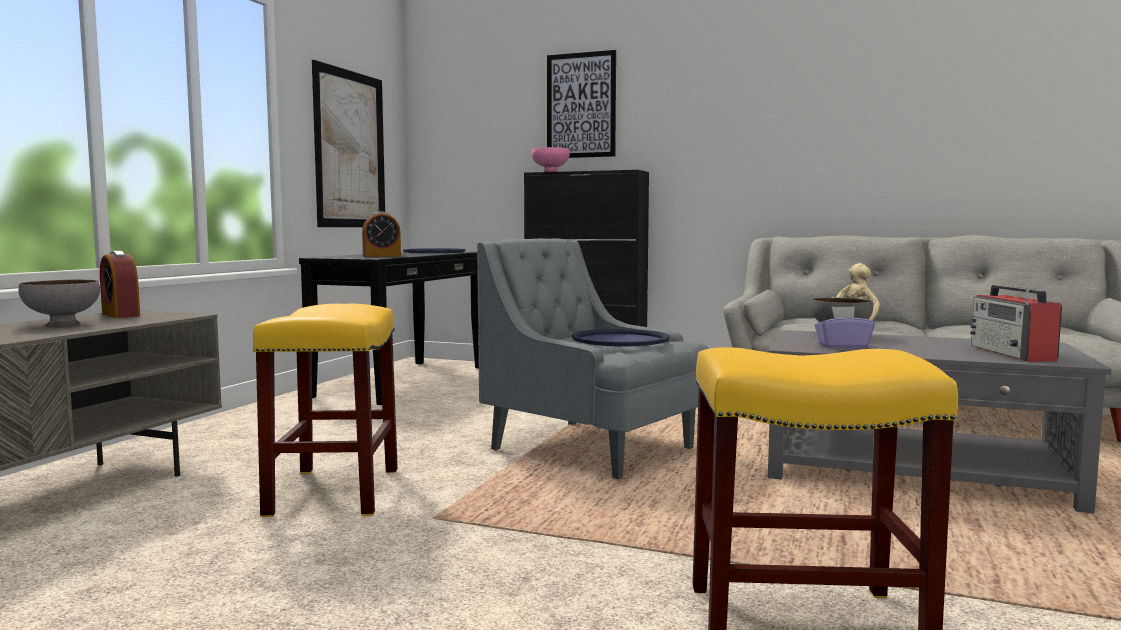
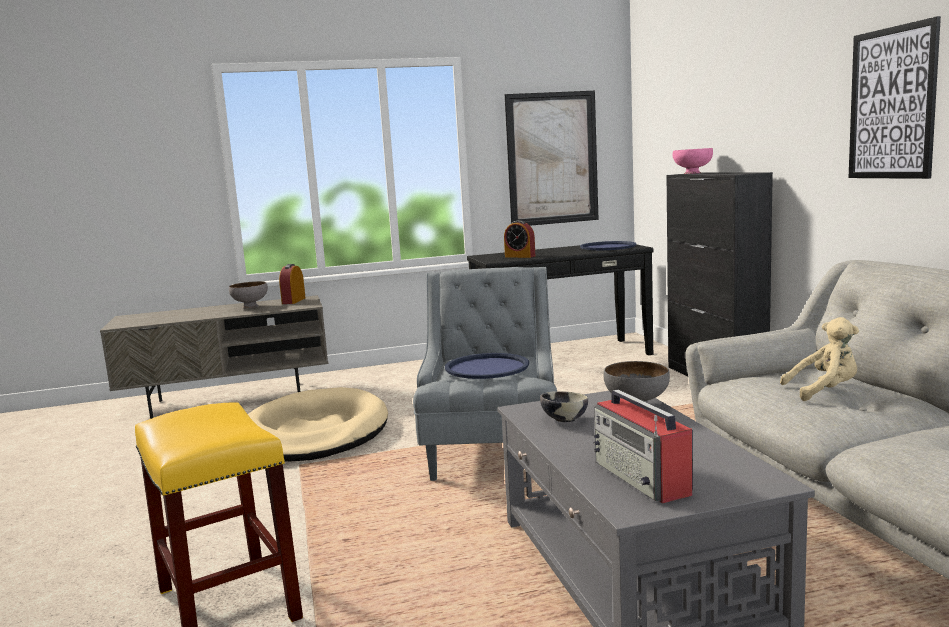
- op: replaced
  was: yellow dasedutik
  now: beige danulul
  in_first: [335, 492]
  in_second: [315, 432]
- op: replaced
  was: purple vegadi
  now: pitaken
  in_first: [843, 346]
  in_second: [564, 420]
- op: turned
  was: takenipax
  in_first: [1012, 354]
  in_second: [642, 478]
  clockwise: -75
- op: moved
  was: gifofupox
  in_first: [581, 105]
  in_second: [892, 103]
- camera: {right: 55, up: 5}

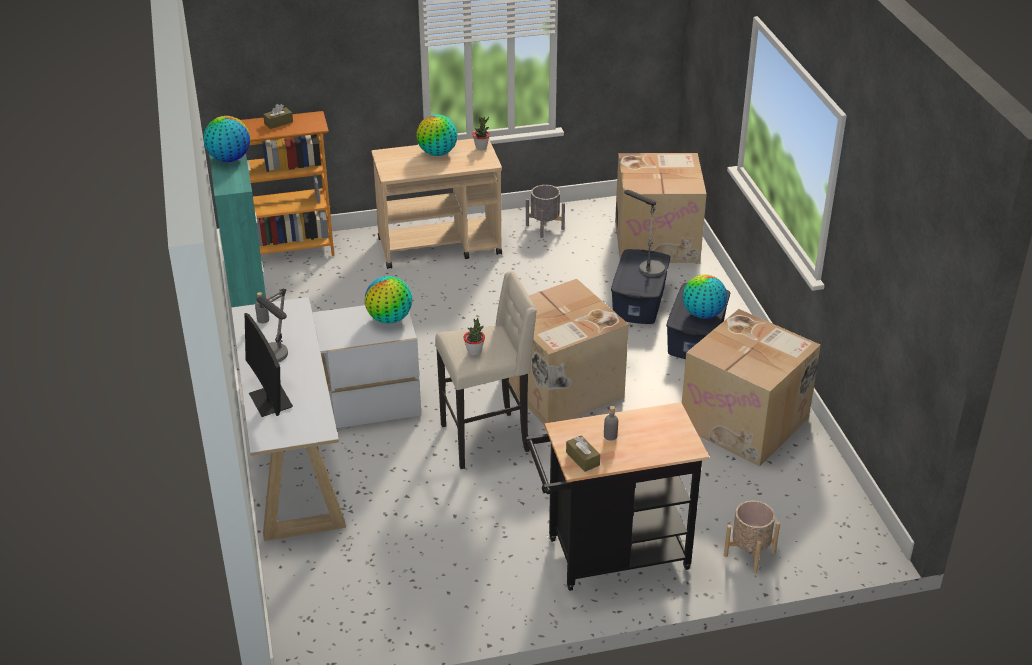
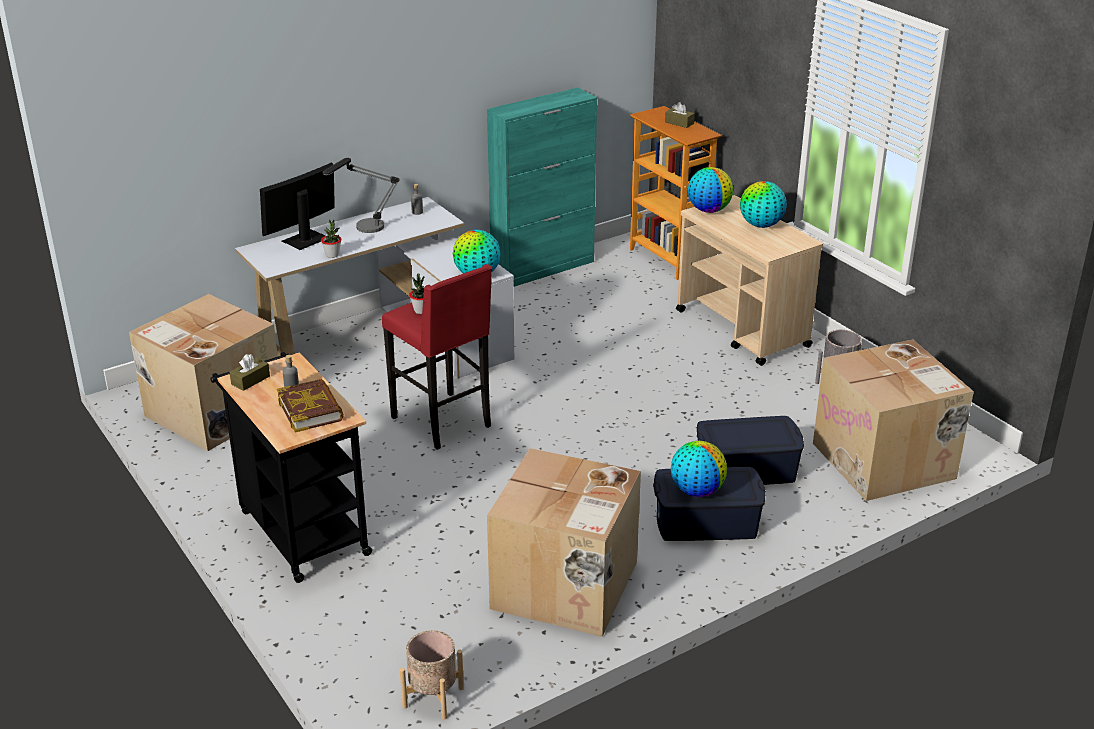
- op: moved
  was: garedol
  in_first: [561, 389]
  in_second: [212, 412]
- op: added
  now: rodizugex
  in_second: [311, 410]
- op: moved
  was: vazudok
  in_first: [481, 147]
  in_second: [332, 255]
- op: recoloured
  was: beige dasedutik
  now: red dasedutik
  in_first: [487, 439]
  in_second: [444, 422]
- op: moved
  was: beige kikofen
  in_first: [749, 554]
  in_second: [433, 697]
- op: moved
  was: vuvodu
  in_first: [229, 159]
  in_second: [709, 210]
- op: removed
  was: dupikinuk
  in_first: [646, 266]
- camera: {right: 70, up: -5}

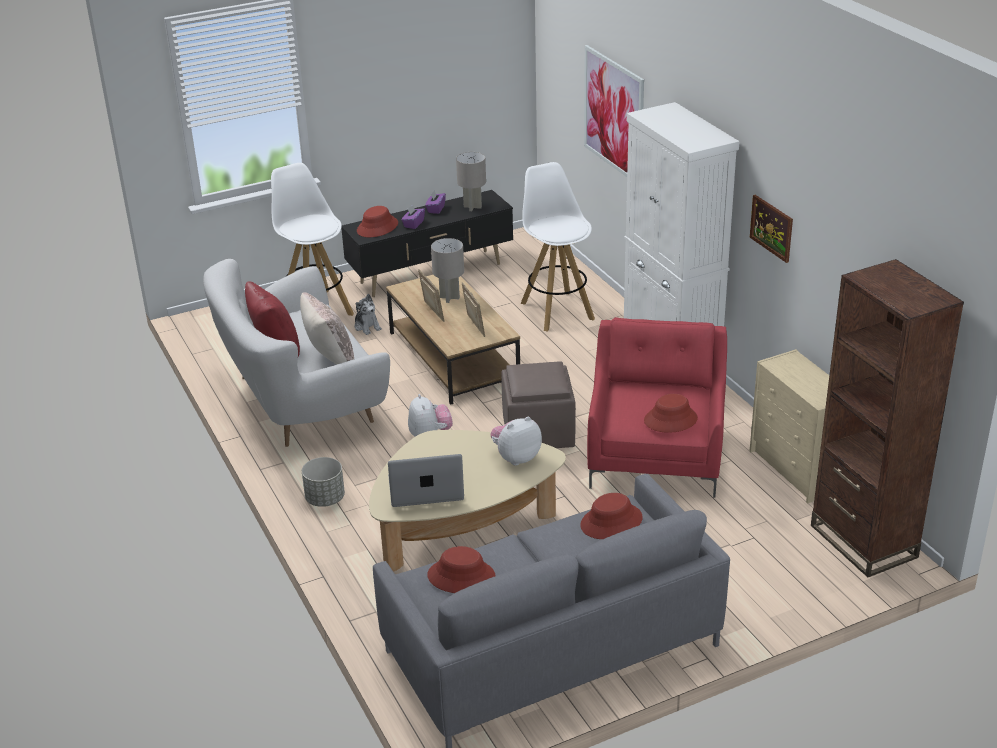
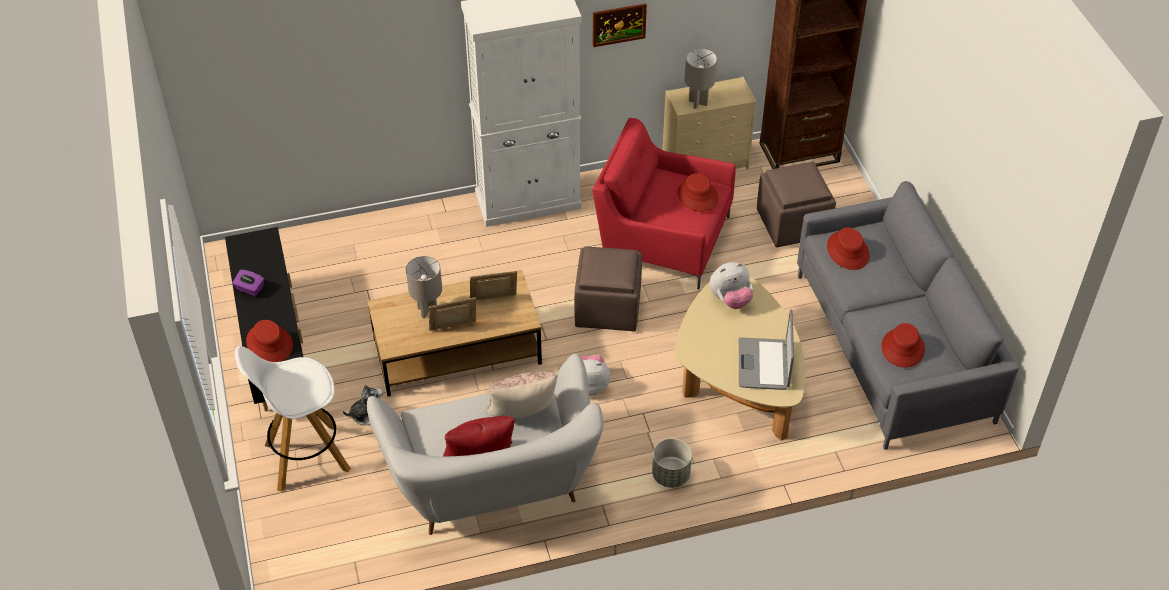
- op: moved
  was: grey dupikinuk
  in_first: [472, 207]
  in_second: [698, 102]
- op: turned
  was: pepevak
  in_first: [516, 457]
  in_second: [730, 299]
  clockwise: -90
- op: added
  now: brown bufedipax
  in_second: [791, 223]
- op: removed
  was: purple vegadi
  in_first: [413, 224]
- op: removed
  was: white dasedutik
  in_first: [556, 310]
- op: removed
  was: gifofupox
  in_first: [613, 114]
- camera: {right: -80, up: 15}

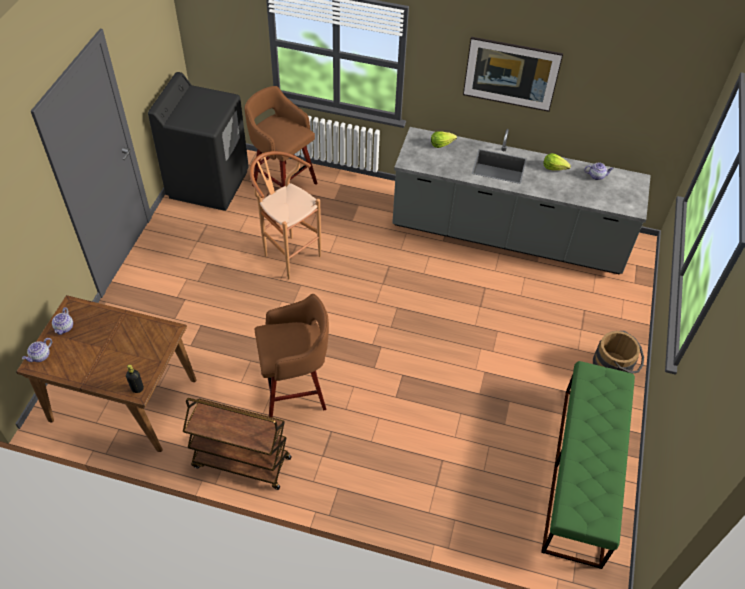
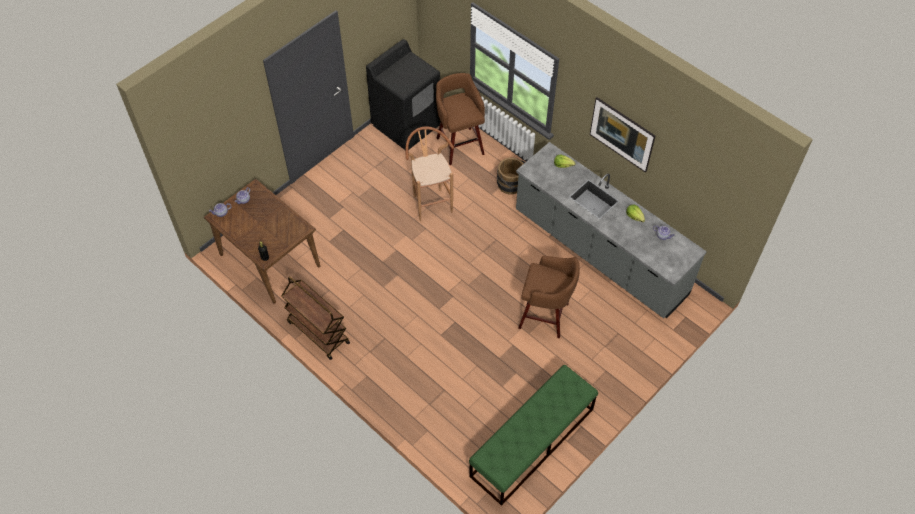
- op: moved
  was: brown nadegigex
  in_first: [614, 369]
  in_second: [512, 186]
- op: moved
  was: brown dasedutik
  in_first: [296, 390]
  in_second: [545, 316]
- camera: {right: 30, up: 5}

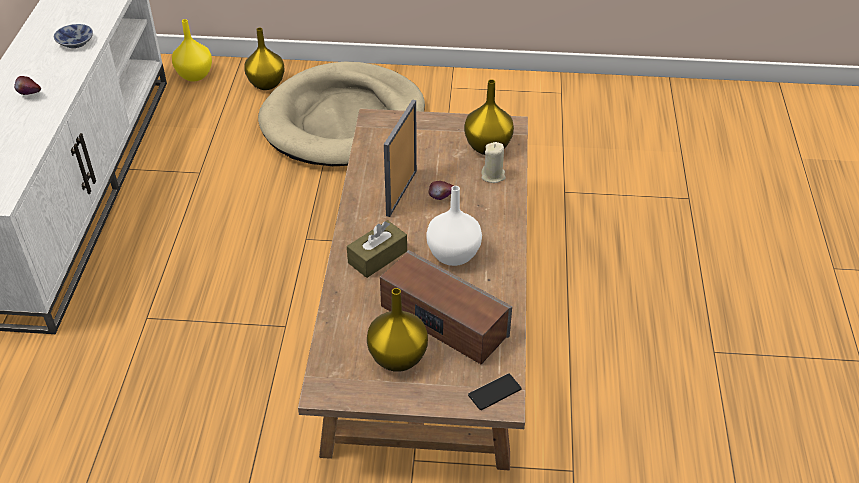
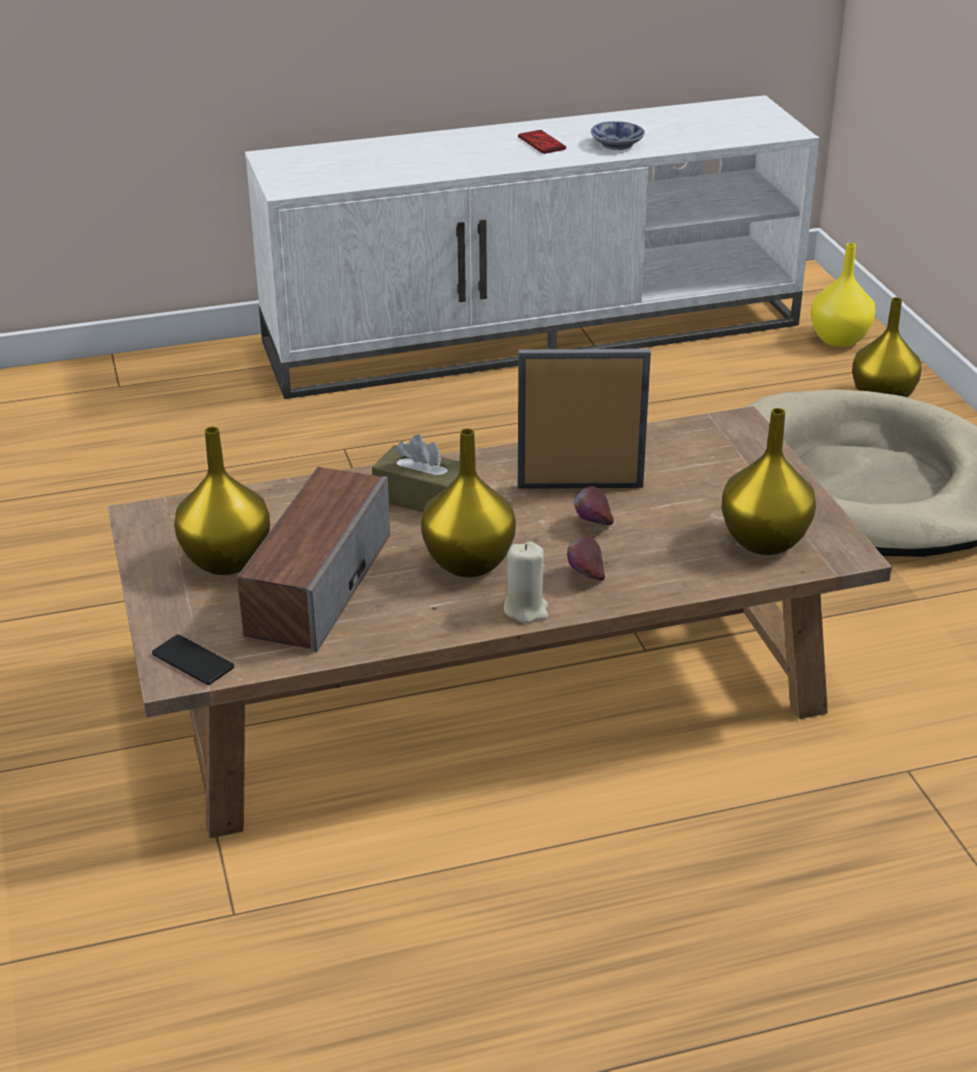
- op: recoloured
  was: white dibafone
  now: yellow dibafone
  in_first: [452, 255]
  in_second: [469, 561]
- op: moved
  was: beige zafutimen
  in_first: [493, 176]
  in_second: [526, 609]
- op: added
  now: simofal
  in_second: [541, 143]
- op: moved
  was: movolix
  in_first: [30, 95]
  in_second: [585, 576]
- camera: {right: 70, up: -10}

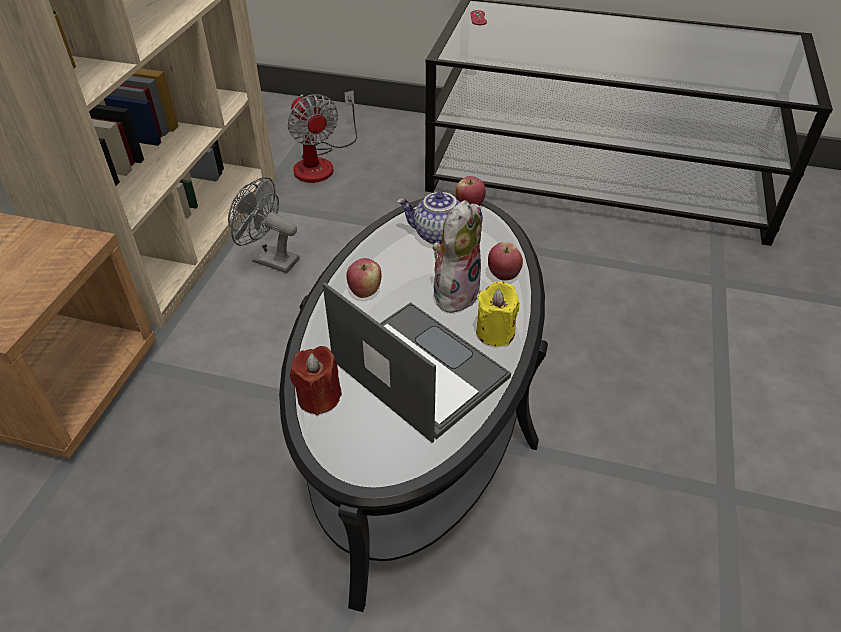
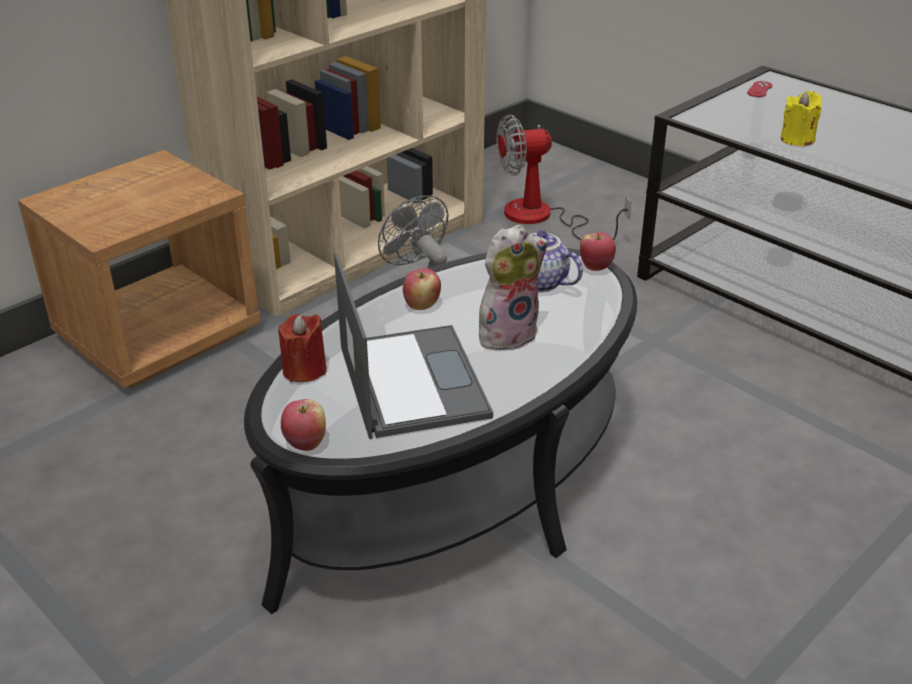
- op: moved
  was: movolix
  in_first: [503, 275]
  in_second: [305, 443]
- op: turned
  was: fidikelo
  in_first: [321, 163]
  in_second: [542, 218]
  clockwise: 75
- op: moved
  was: yellow zafutimen
  in_first: [495, 332]
  in_second: [797, 139]
- camera: {right: 30, up: -10}

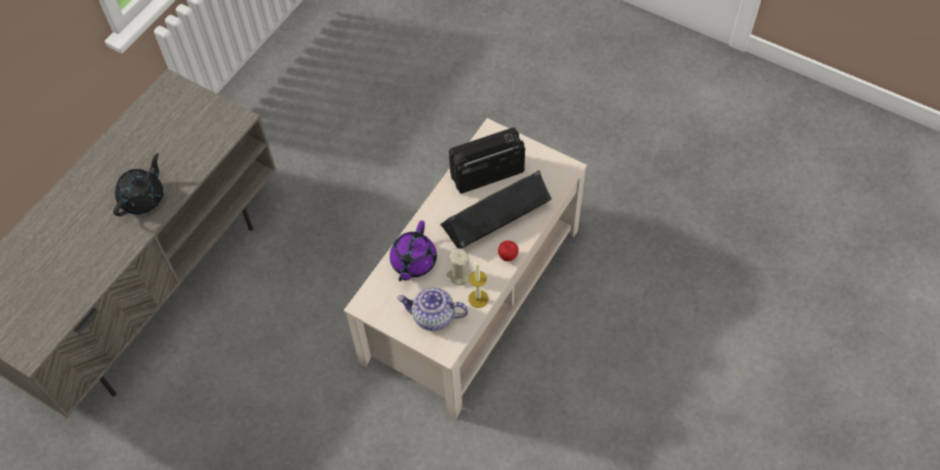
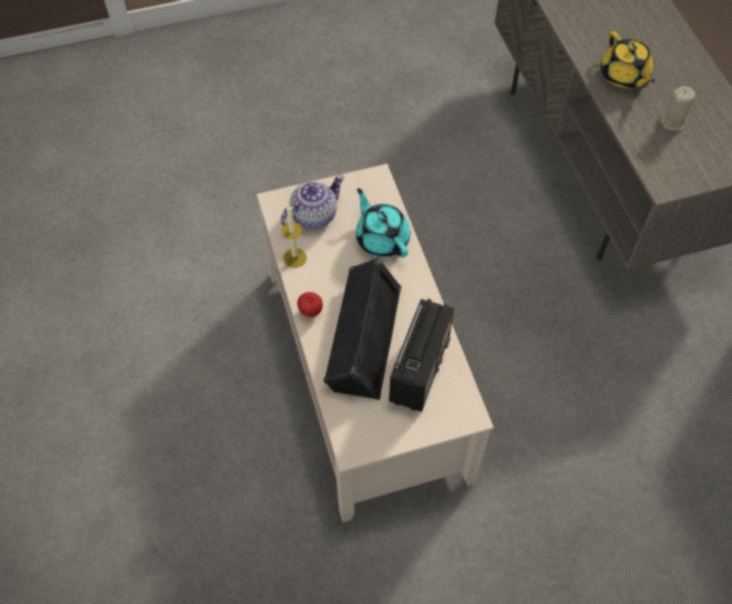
- op: recoloured
  was: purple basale
  now: turquoise basale
  in_first: [413, 262]
  in_second: [382, 238]
- op: recoloured
  was: black basale
  now: yellow basale
  in_first: [143, 198]
  in_second: [624, 76]
- op: moved
  was: beige zafutimen
  in_first: [459, 275]
  in_second: [673, 121]
- camera: {right: 130, up: 0}

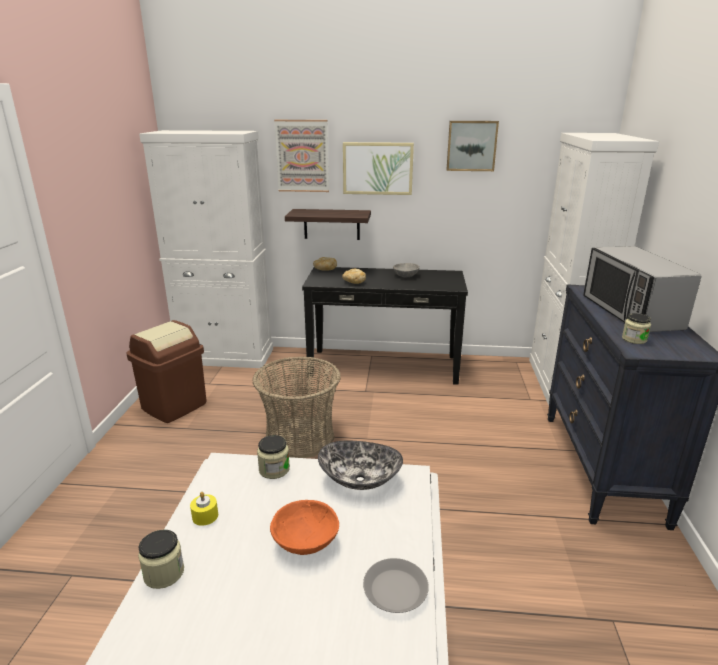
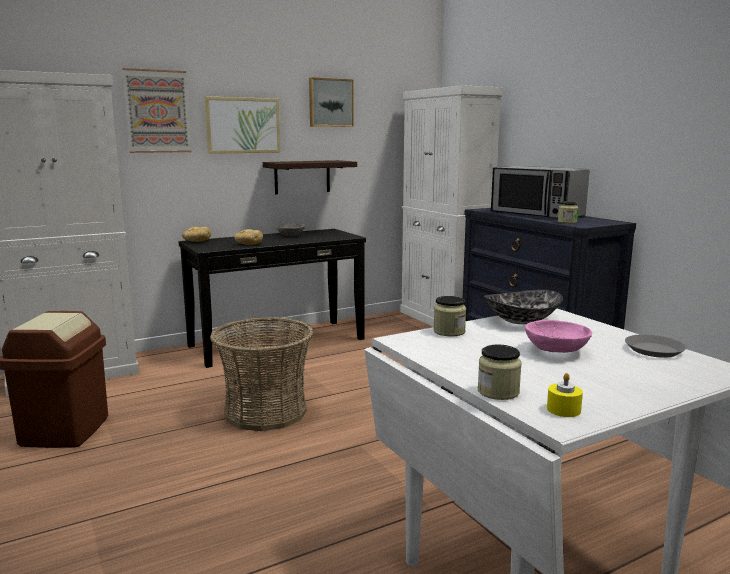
- op: moved
  was: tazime
  in_first: [331, 224]
  in_second: [302, 177]
- op: recoloured
  was: orange pitaken
  now: pink pitaken
  in_first: [304, 542]
  in_second: [556, 351]
- op: moved
  was: yellow zafutimen
  in_first: [205, 516]
  in_second: [563, 409]
- camera: {right: -35, up: -10}

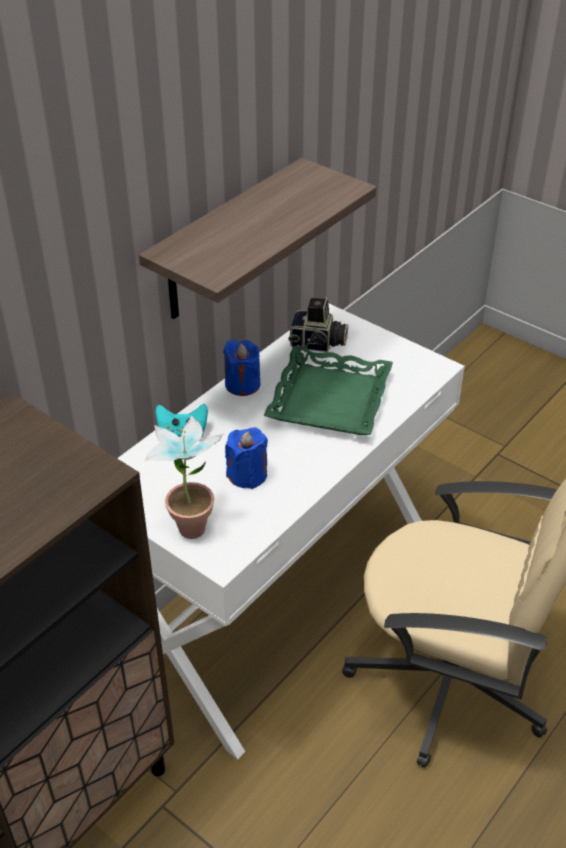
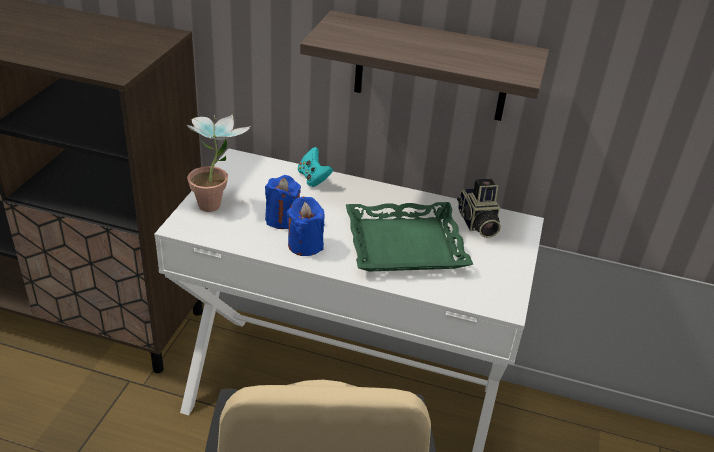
- op: moved
  was: blue zafutimen
  in_first: [242, 384]
  in_second: [305, 245]
- camera: {right: 65, up: -5}

